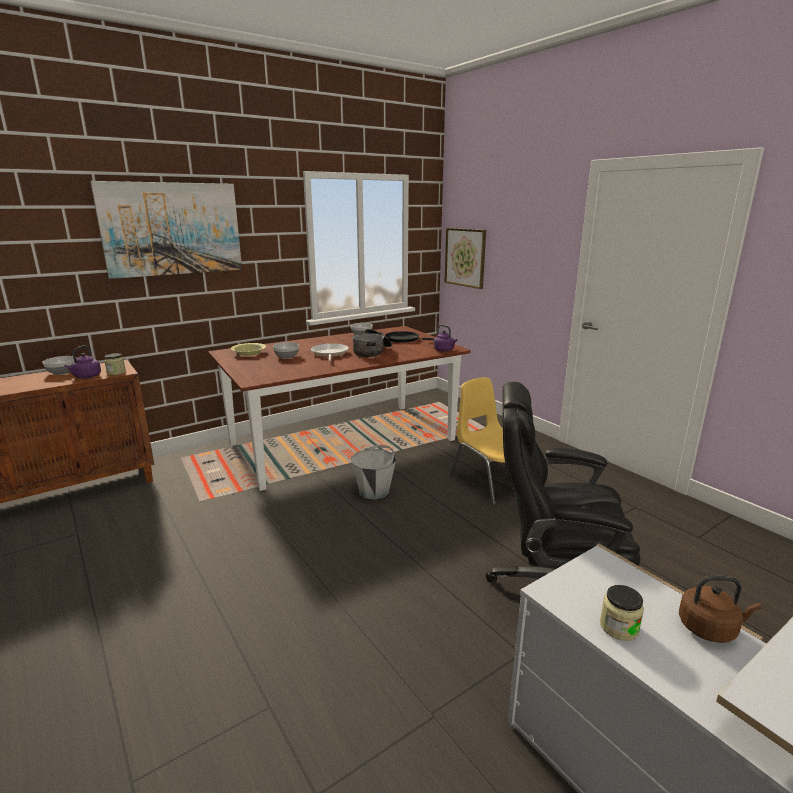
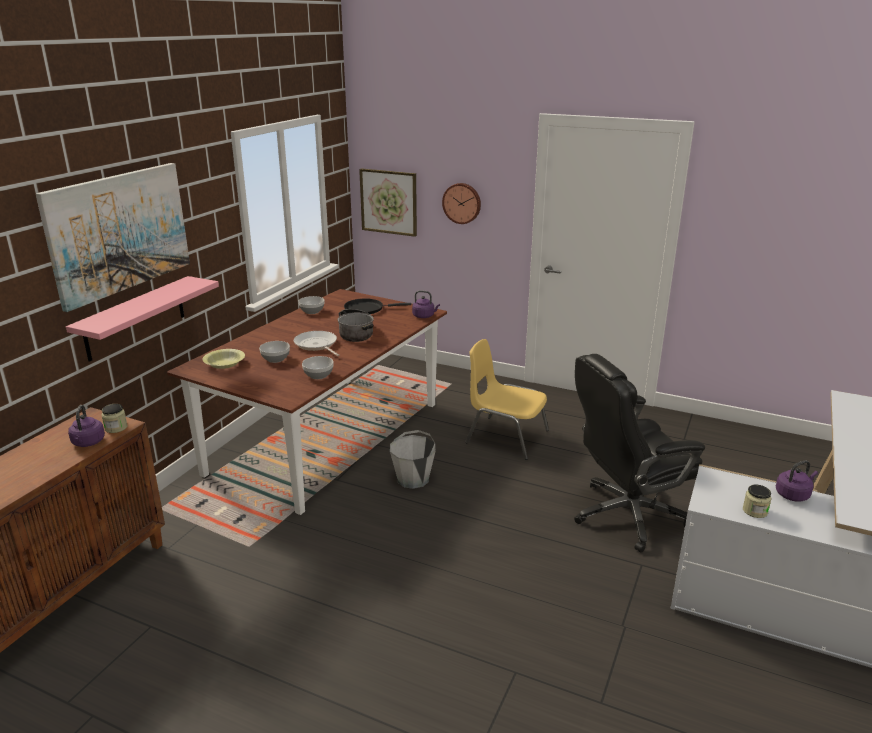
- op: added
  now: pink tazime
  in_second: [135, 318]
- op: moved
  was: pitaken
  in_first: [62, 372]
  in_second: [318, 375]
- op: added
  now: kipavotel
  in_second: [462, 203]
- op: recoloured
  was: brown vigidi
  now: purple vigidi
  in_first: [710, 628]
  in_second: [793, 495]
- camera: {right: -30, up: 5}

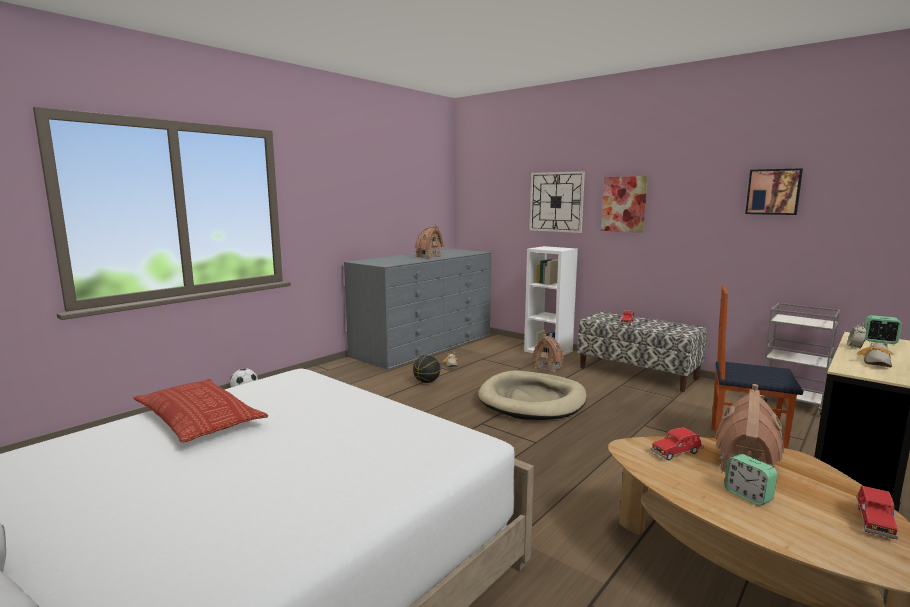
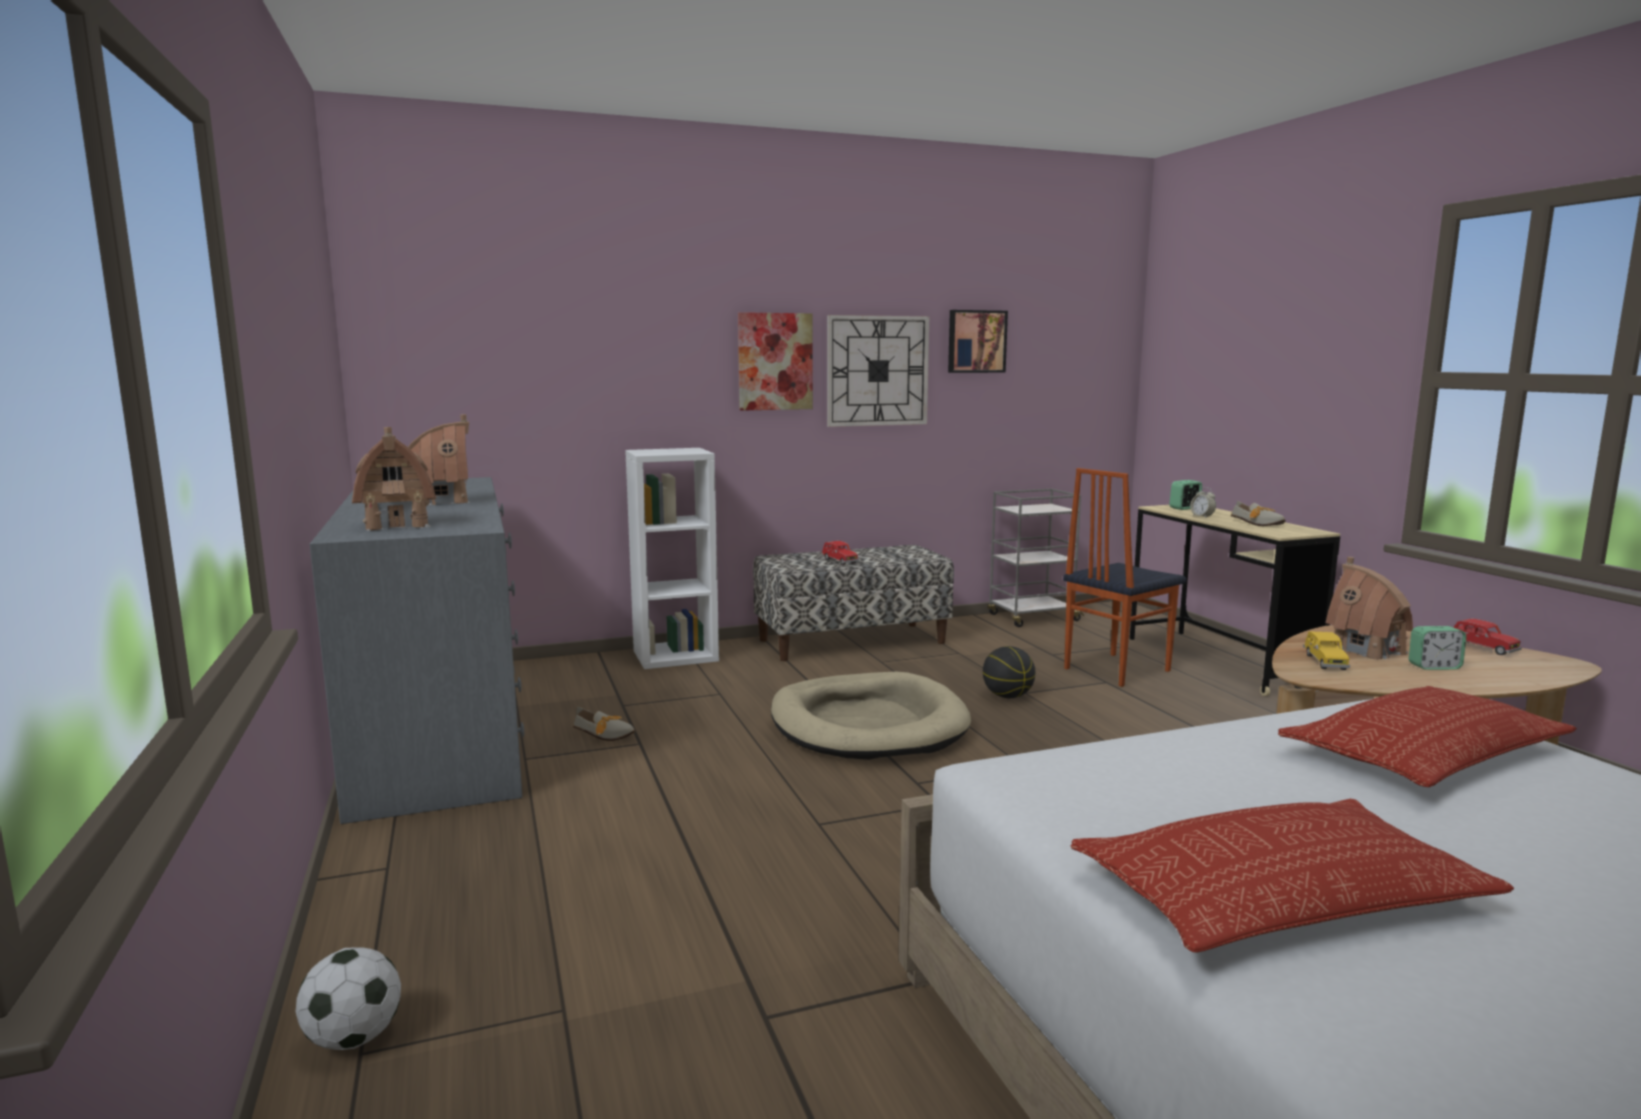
- op: moved
  was: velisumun
  in_first: [549, 367]
  in_second: [397, 525]
- op: moved
  was: kipavotel
  in_first: [556, 202]
  in_second: [877, 371]
- op: moved
  was: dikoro
  in_first: [427, 382]
  in_second: [1008, 696]
- op: added
  now: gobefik
  in_second: [1424, 753]
- op: recoloured
  was: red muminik
  now: yellow muminik
  in_first: [676, 452]
  in_second: [1324, 662]
- camera: {right: -60, up: 0}

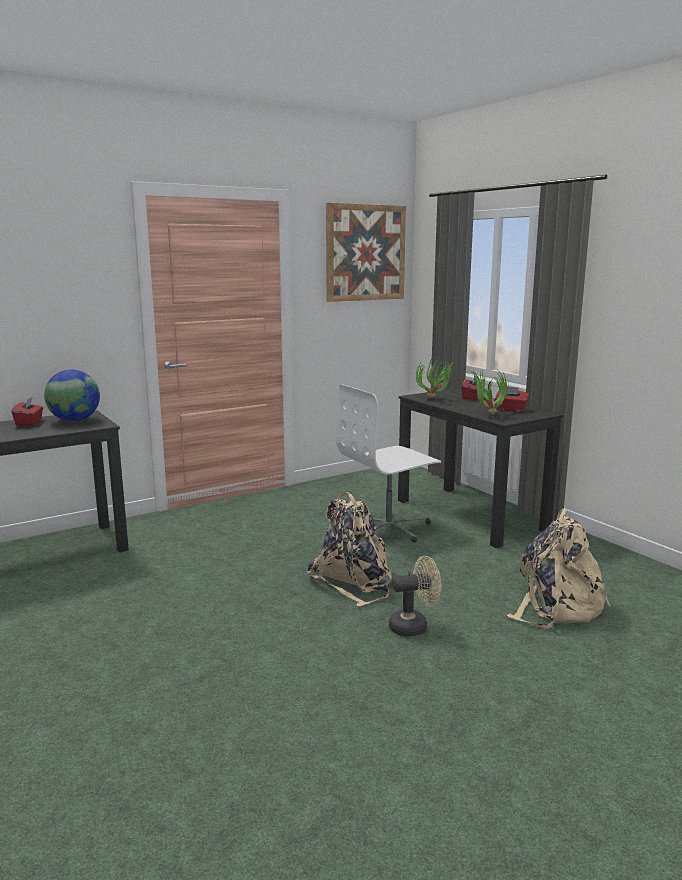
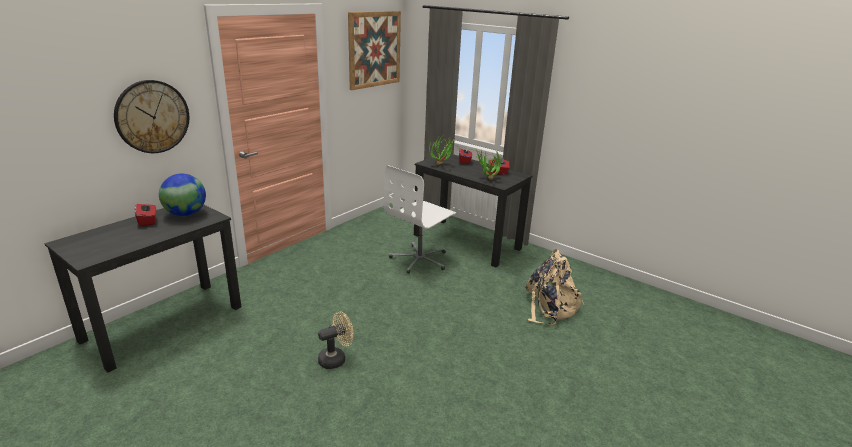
- op: added
  now: kipavotel
  in_second: [152, 117]
- op: moved
  was: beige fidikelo
  in_first: [414, 626]
  in_second: [336, 359]
- op: removed
  was: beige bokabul
  in_first: [354, 581]
- camera: {right: -20, up: 10}

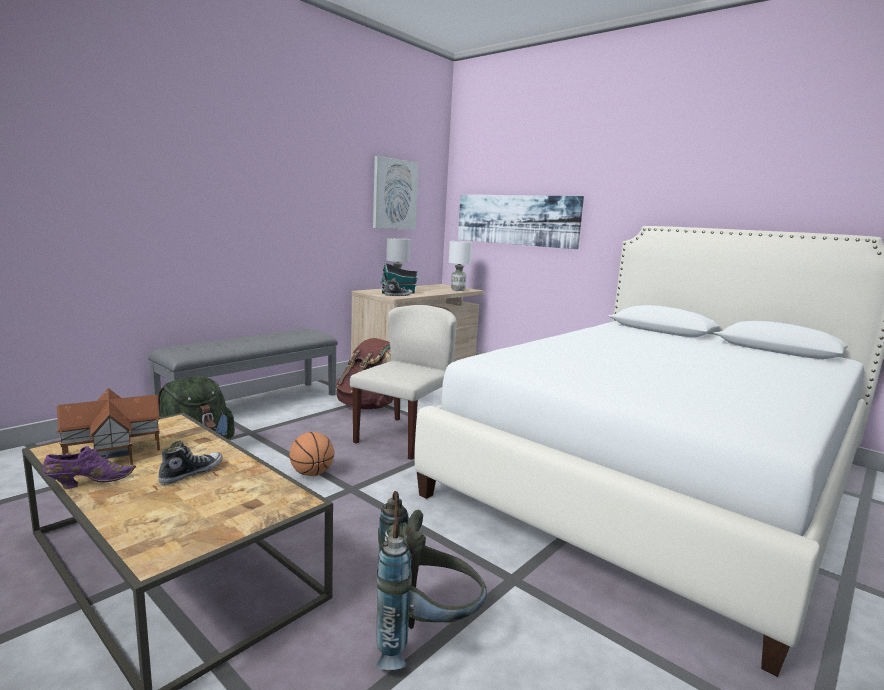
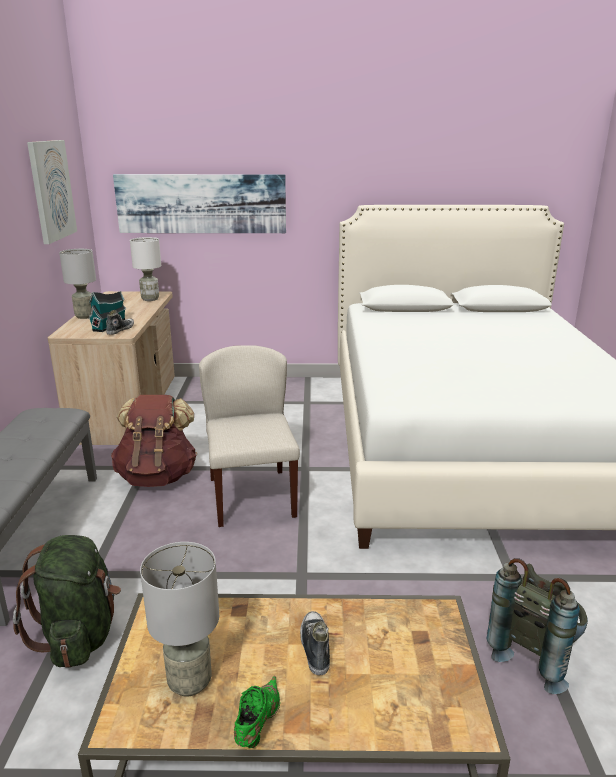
- op: replaced
  was: velisumun
  now: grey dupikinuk
  in_first: [112, 452]
  in_second: [190, 682]
- op: recoloured
  was: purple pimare
  now: green pimare
  in_first: [88, 482]
  in_second: [257, 725]
- op: removed
  was: dikoro
  in_first: [312, 474]
- camera: {right: -40, up: 10}

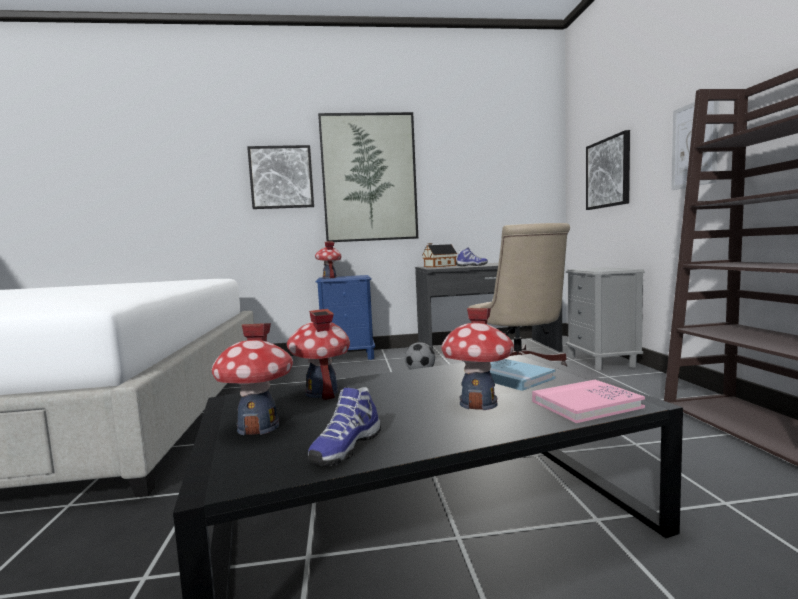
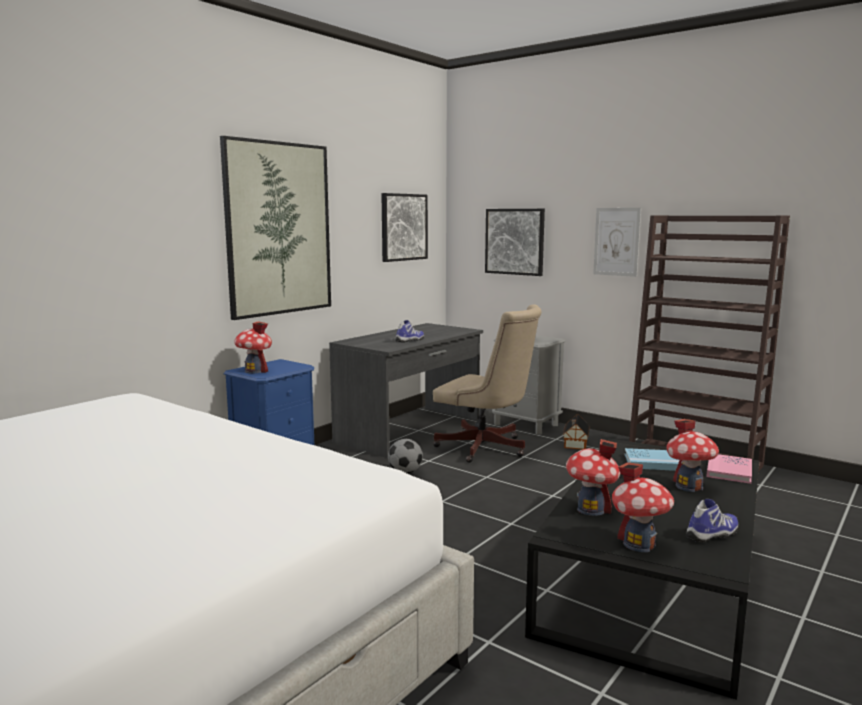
- op: moved
  was: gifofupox
  in_first: [281, 177]
  in_second: [403, 227]
- op: moved
  was: velisumun
  in_first: [438, 266]
  in_second: [575, 444]
- op: turned
  was: pimare
  in_first: [345, 448]
  in_second: [713, 535]
  clockwise: -105
- camera: {right: -45, up: 5}

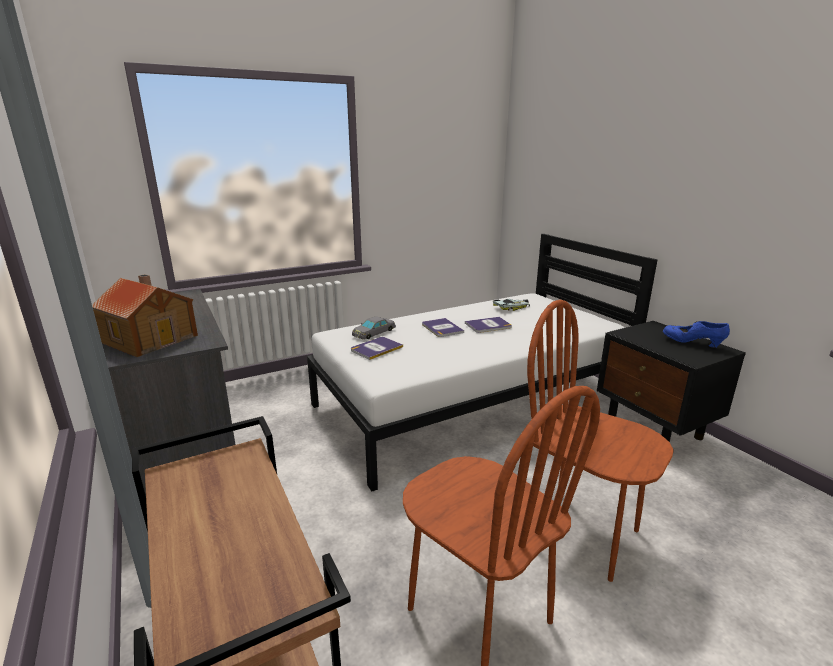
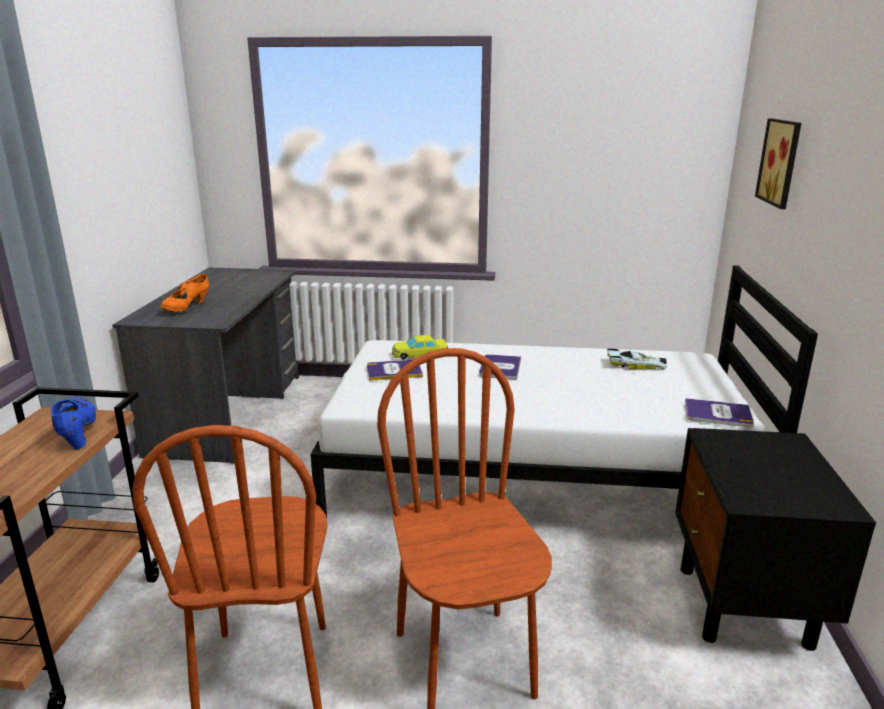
- op: moved
  was: blue pimare
  in_first: [692, 343]
  in_second: [77, 434]
- op: replaced
  was: velisumun
  now: orange pimare
  in_first: [151, 338]
  in_second: [187, 308]
- op: recoloured
  was: grey muminik
  now: yellow muminik
  in_first: [374, 332]
  in_second: [420, 353]
- op: moved
  was: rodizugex
  in_first: [488, 325]
  in_second: [718, 414]
- op: added
  now: gifofupox
  in_second: [782, 162]
- camera: {right: 35, up: 0}

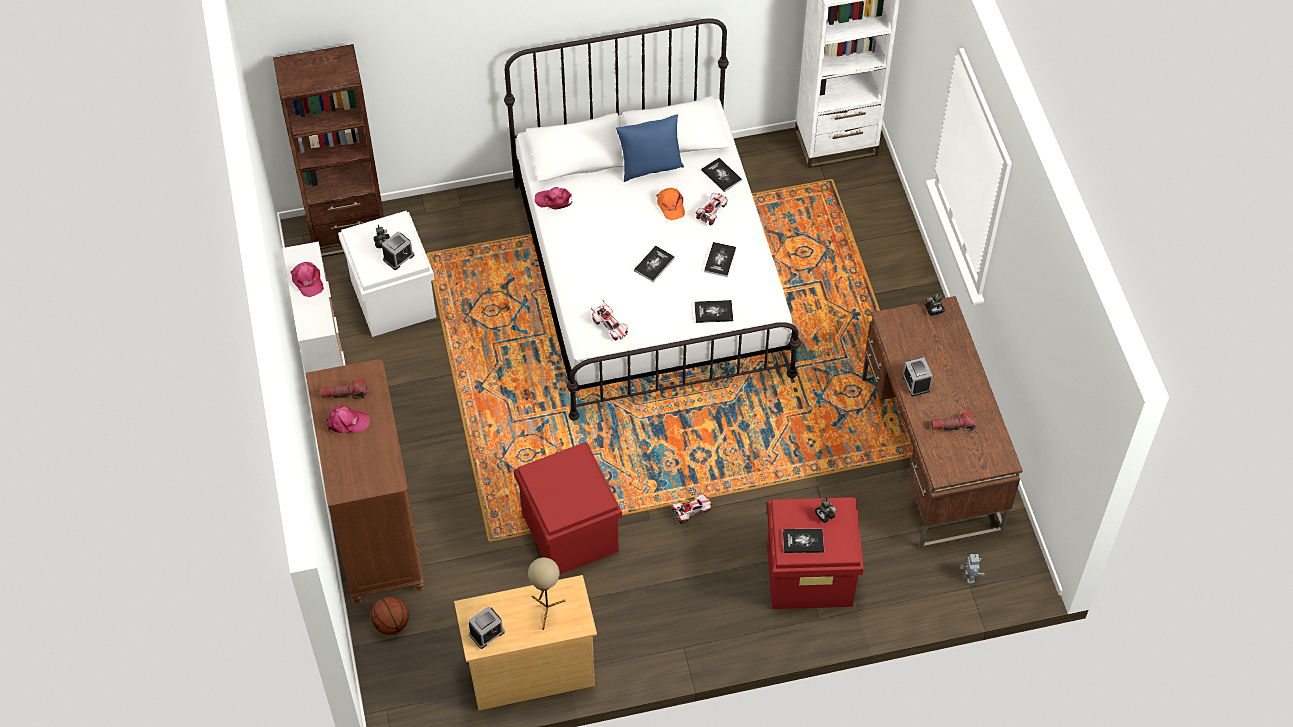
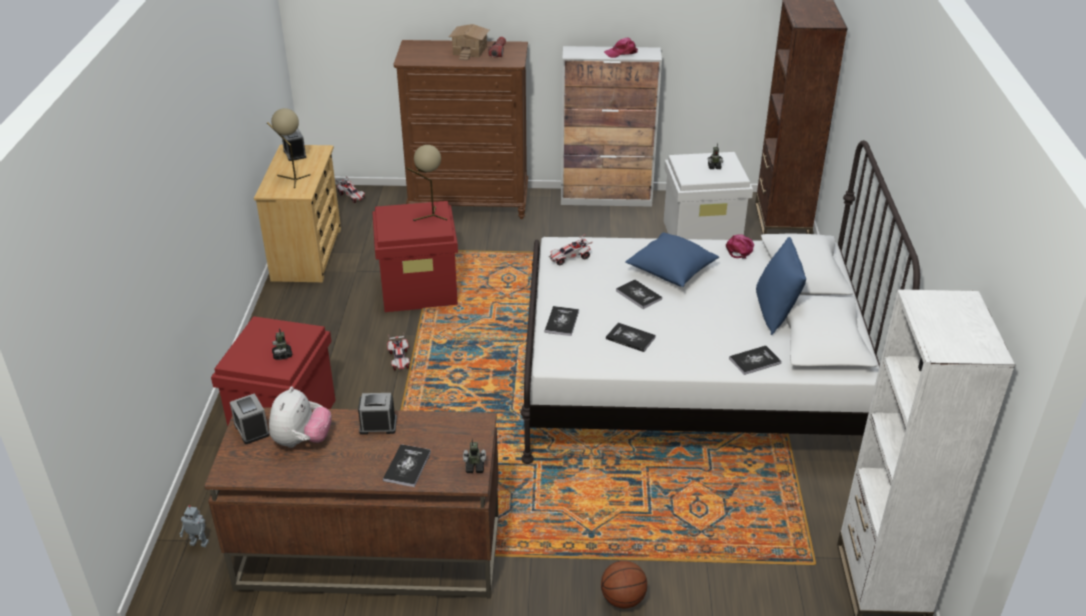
- op: moved
  was: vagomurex
  in_first: [398, 257]
  in_second: [251, 429]
- op: replaced
  was: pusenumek
  now: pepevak
  in_first: [953, 426]
  in_second: [302, 441]
- op: moved
  was: muminik
  in_first: [711, 212]
  in_second: [352, 196]
- op: moved
  was: rodizugex
  in_first: [803, 541]
  in_second: [407, 466]
- op: added
  now: beige dupikinuk
  in_second: [430, 216]
- op: replaced
  was: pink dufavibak
  now: velisumun
  in_first: [347, 422]
  in_second: [470, 51]
- op: moved
  was: dikoro
  in_first: [391, 624]
  in_second: [622, 599]
- op: added
  now: blue gobefik
  in_second: [671, 271]
- op: removed
  was: orange dufavibak
  in_first: [670, 205]
- camera: {right: 105, up: -20}

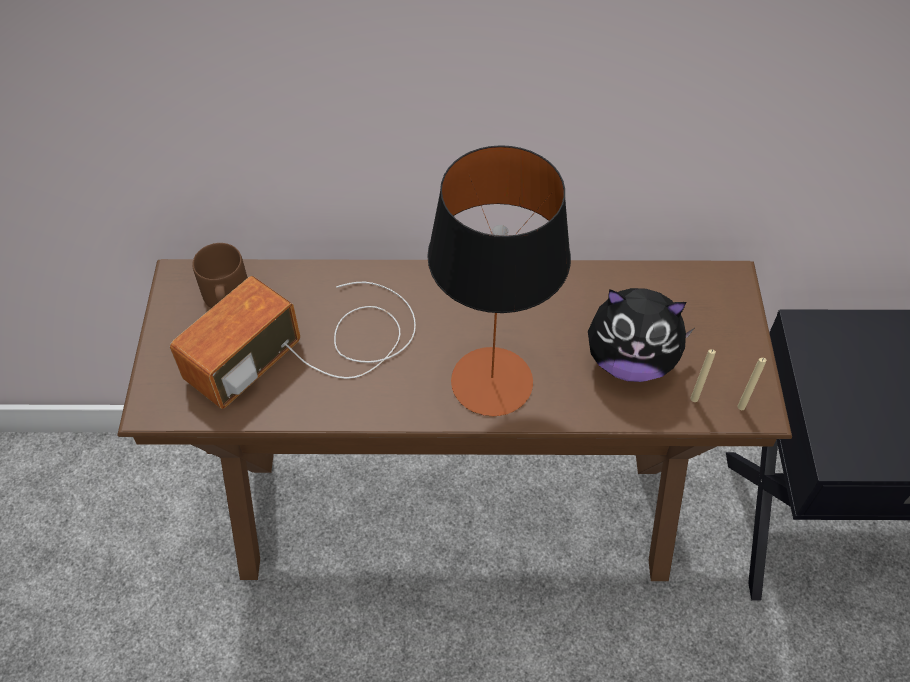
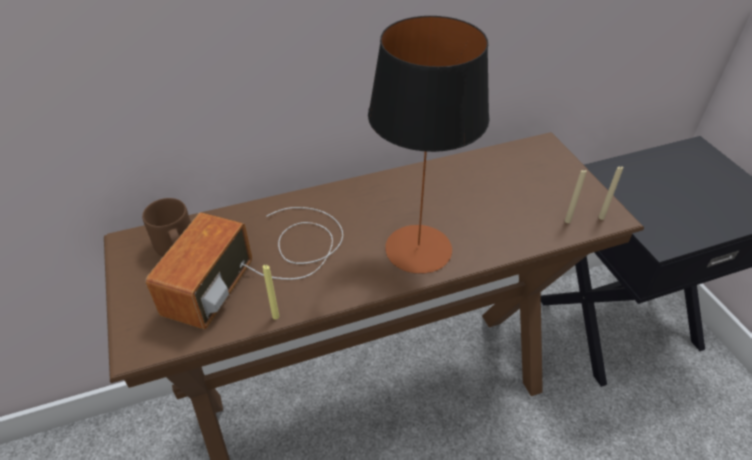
- op: added
  now: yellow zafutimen
  in_second: [275, 316]
- op: removed
  was: pepevak
  in_first: [630, 360]
- camera: {right: -20, up: -10}

